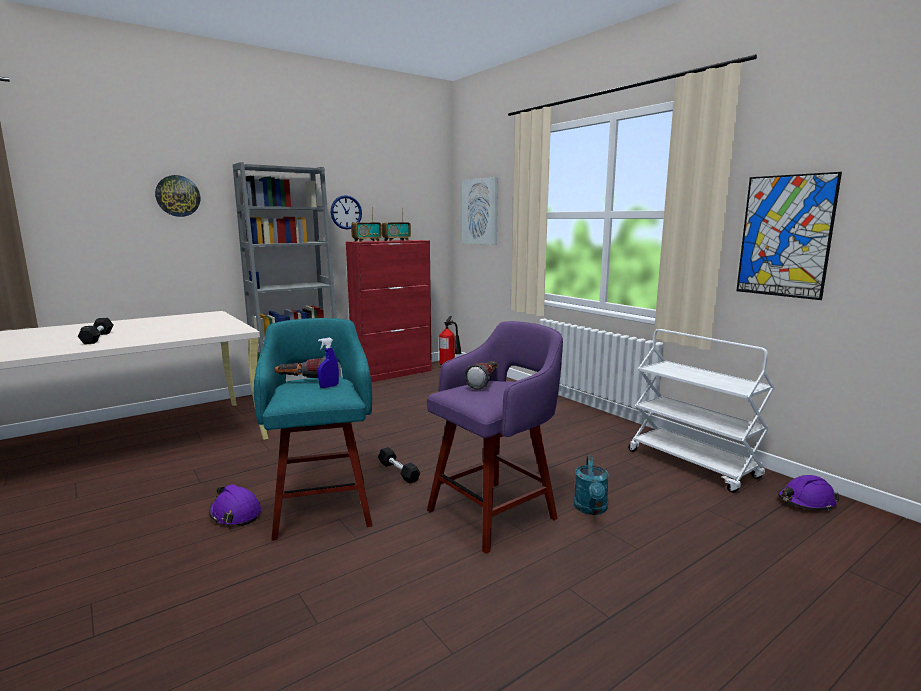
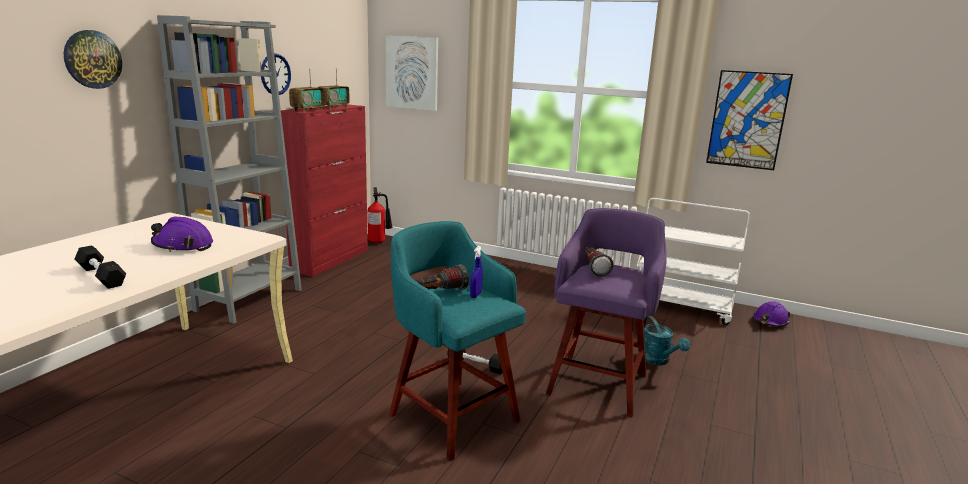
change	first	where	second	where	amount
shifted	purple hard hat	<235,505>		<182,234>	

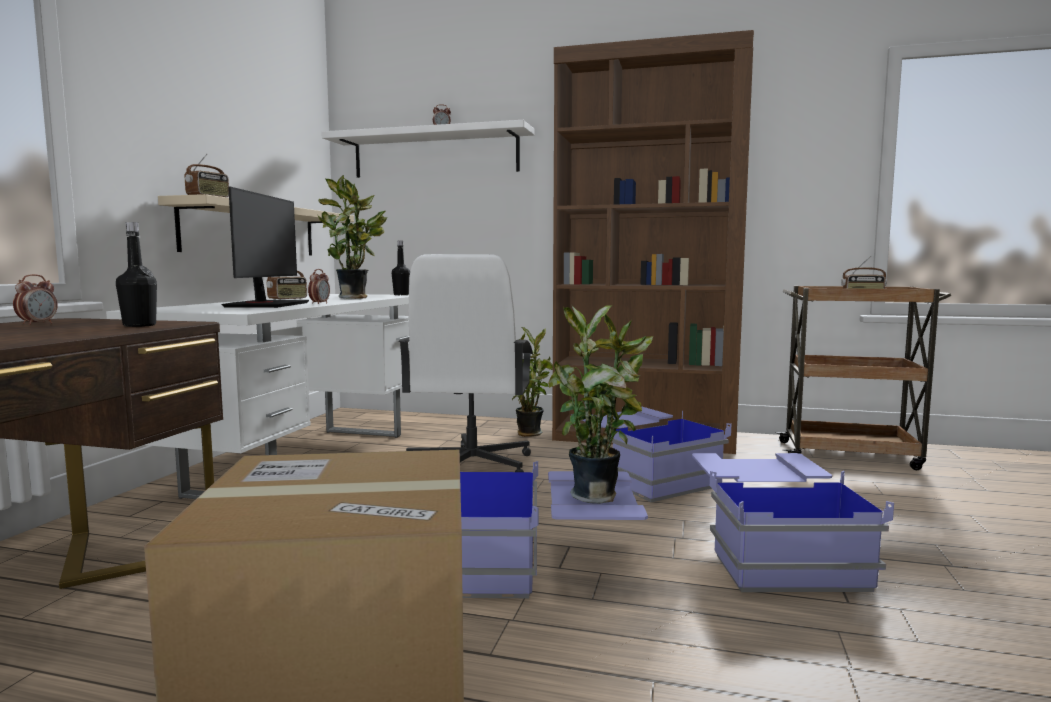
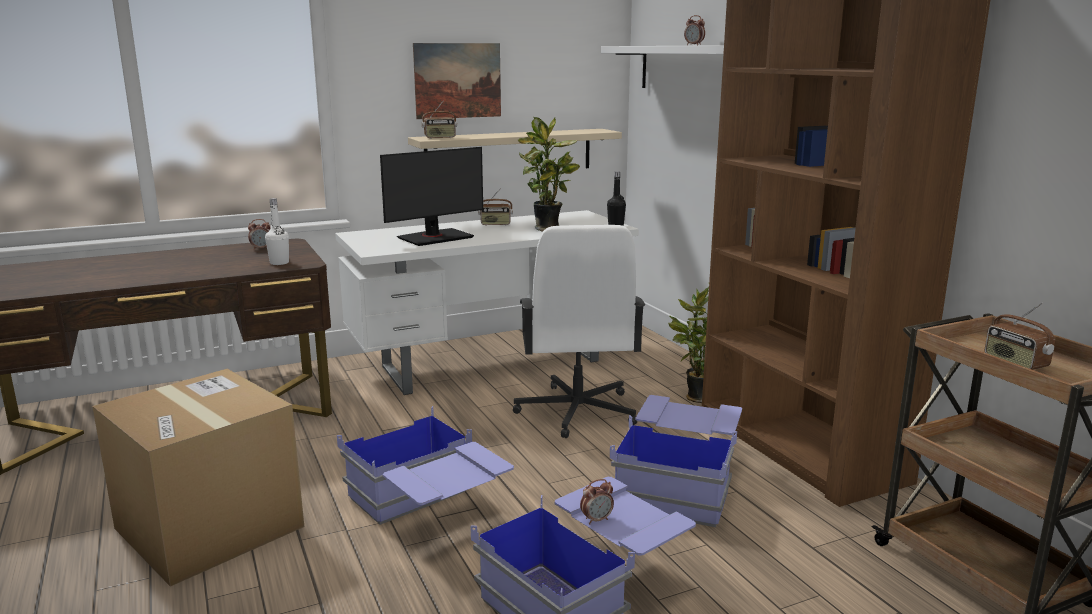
change	first	where	second	where	amount
repainted	black bottle	<136,274>	white bottle	<277,231>	
rotated	white office chair	<465,363>		<579,331>	60 degrees counterclockwise
shifted	alarm clock	<319,286>		<597,501>	
gone	potted plant	<600,404>			
new			picture	<457,81>	

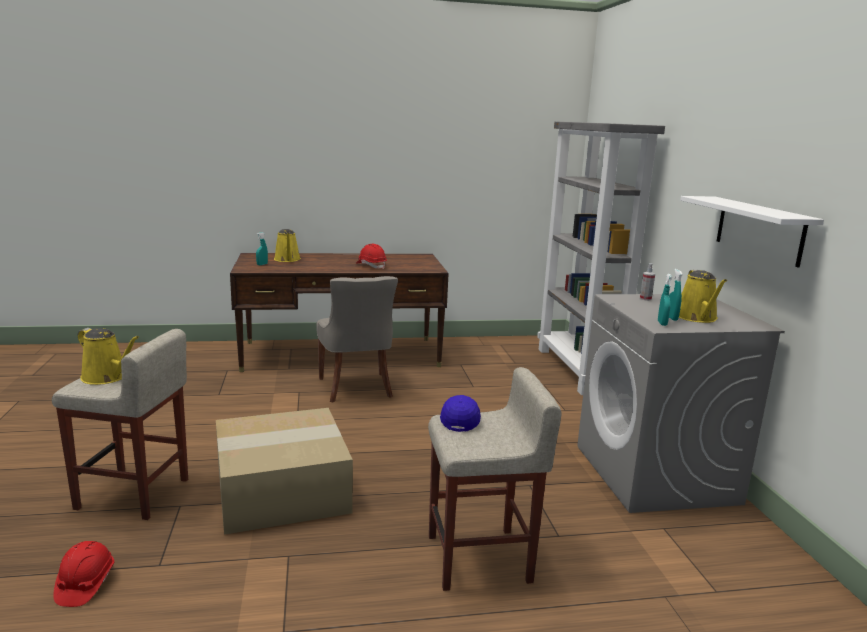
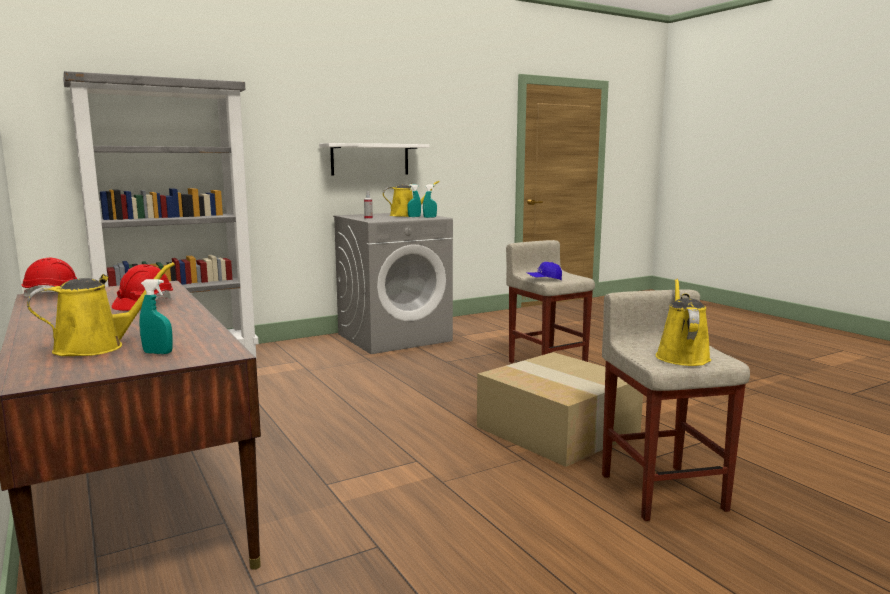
change	first	where	second	where	amount
gone	grey chair	<357,339>			
shifted	red hard hat	<84,574>		<49,277>	

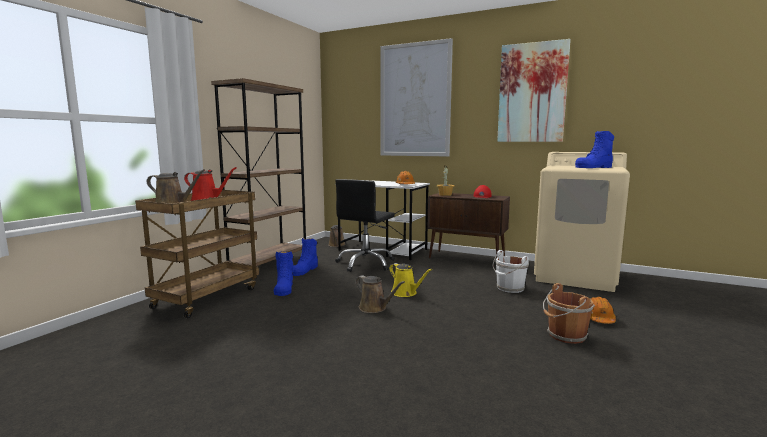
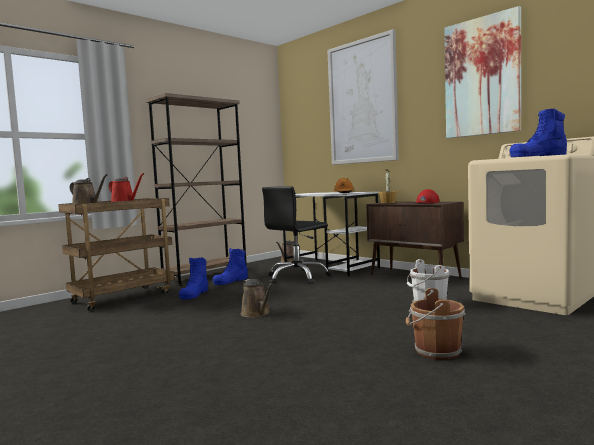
change	first	where	second	where	amount
gone	yellow watering can	<410,280>			
gone	orange hard hat	<603,310>			

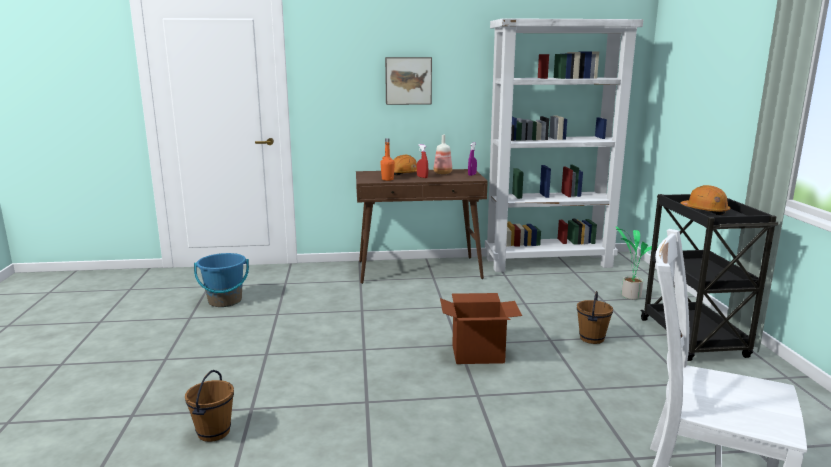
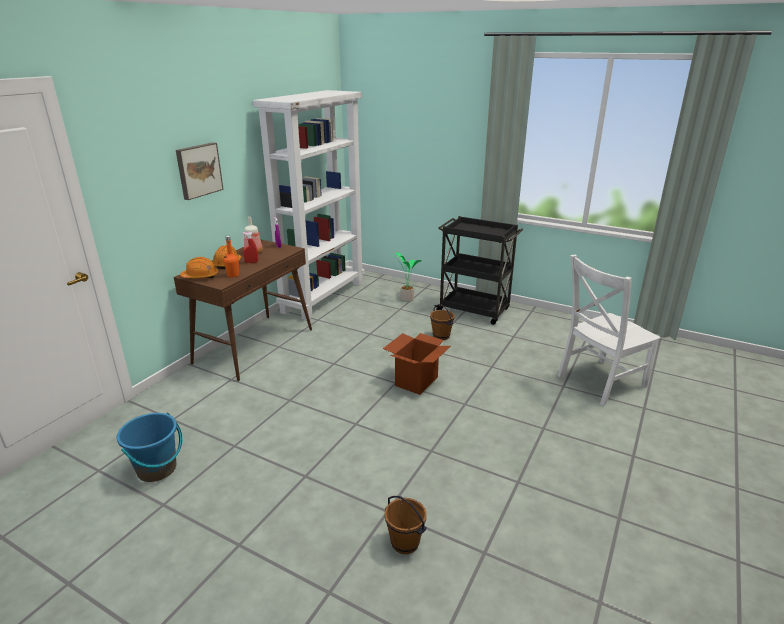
change	first	where	second	where	amount
shifted	orange hard hat	<705,200>		<199,267>	

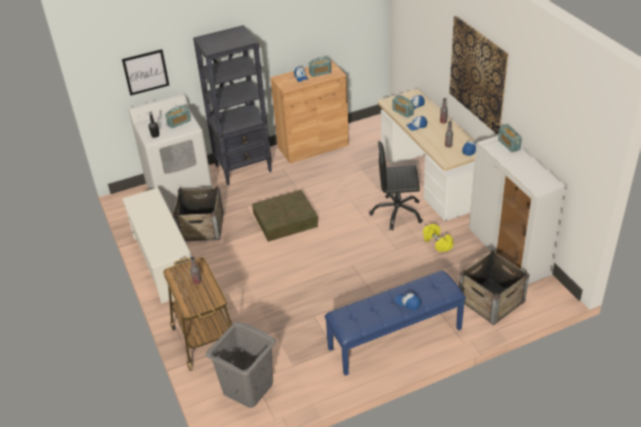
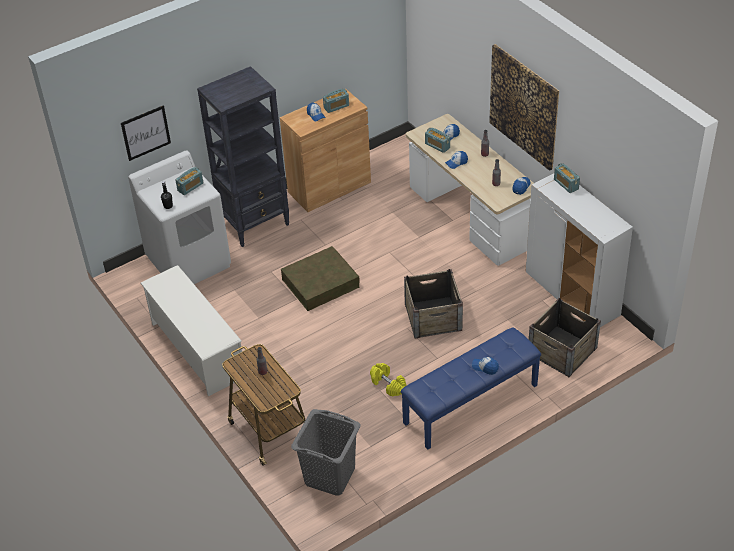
change	first	where	second	where	amount
gone	black office chair	<396,186>			
shifted	crate	<198,213>		<433,303>	
shifted	yellow dumbbell	<438,238>		<388,380>	

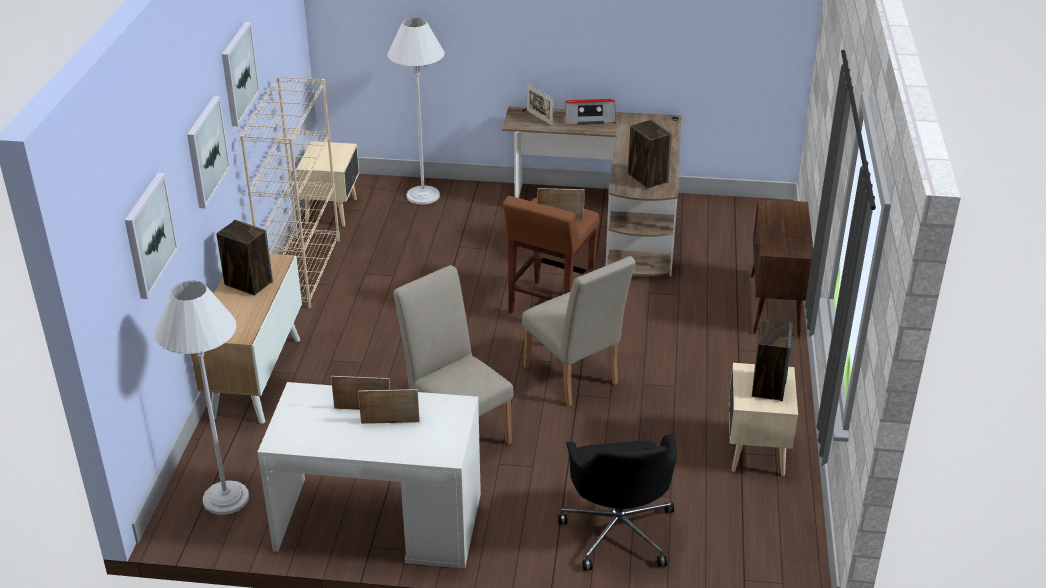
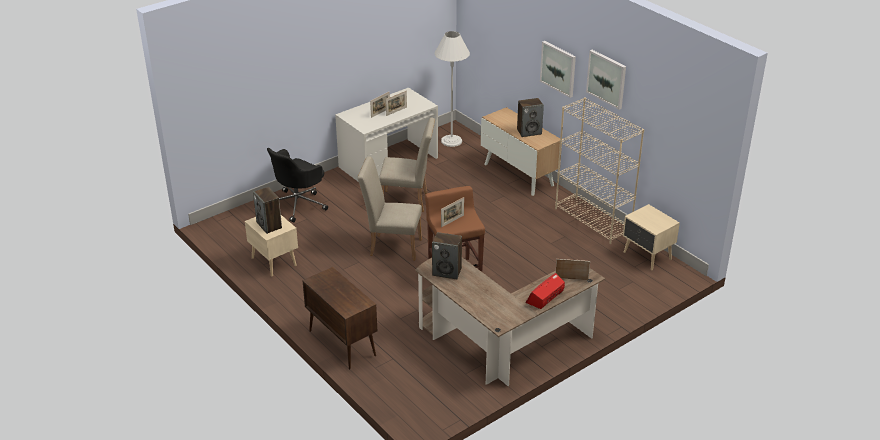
change	first	where	second	where	amount
gone	white floor lamp	<416,111>			
gone	picture	<151,236>			
rotated	black office chair	<617,502>		<297,185>	90 degrees counterclockwise

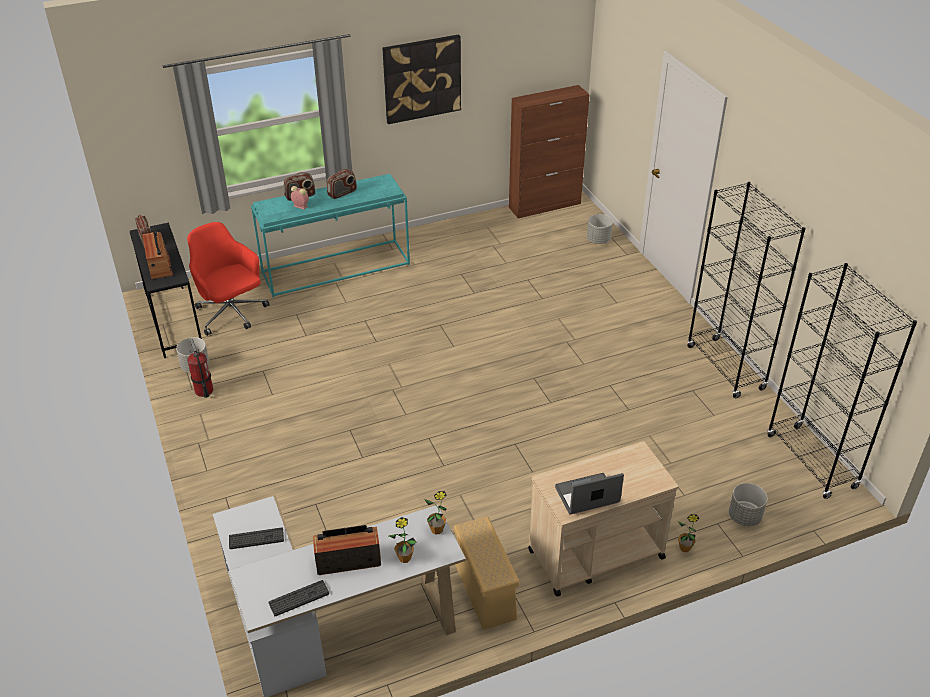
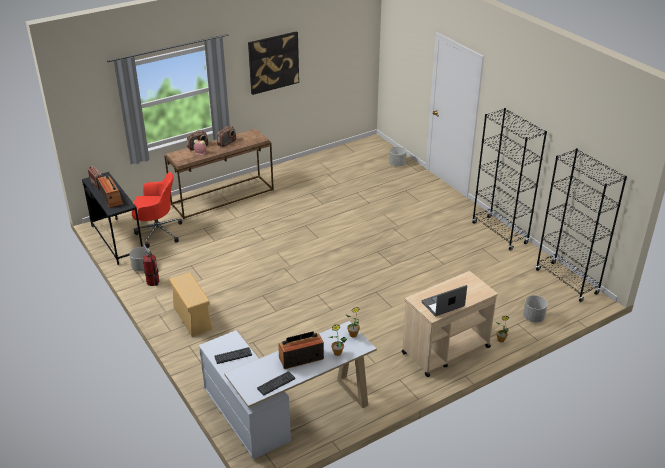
change	first	where	second	where	amount
gone	brown cabinet	<549,151>			
repainted	turquoise console table	<330,235>	brown console table	<219,174>	
rotated	red office chair	<228,279>		<157,210>	135 degrees clockwise
shifted	beige storage box	<486,573>		<190,304>	

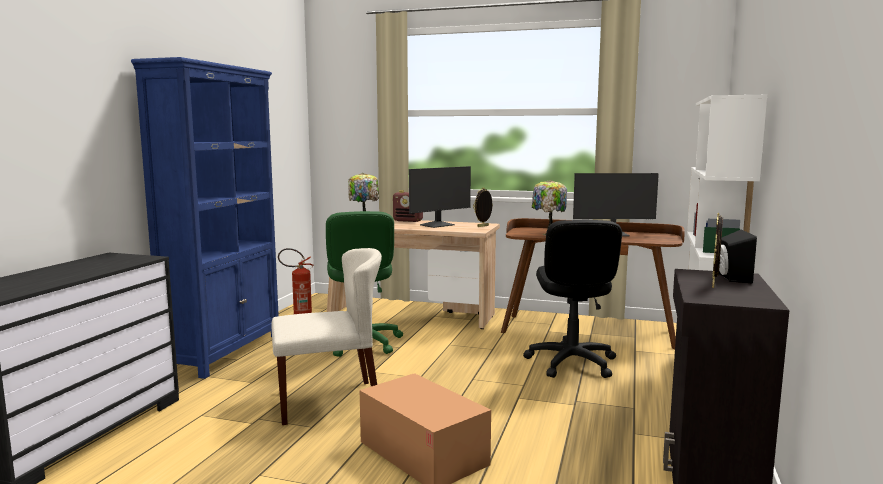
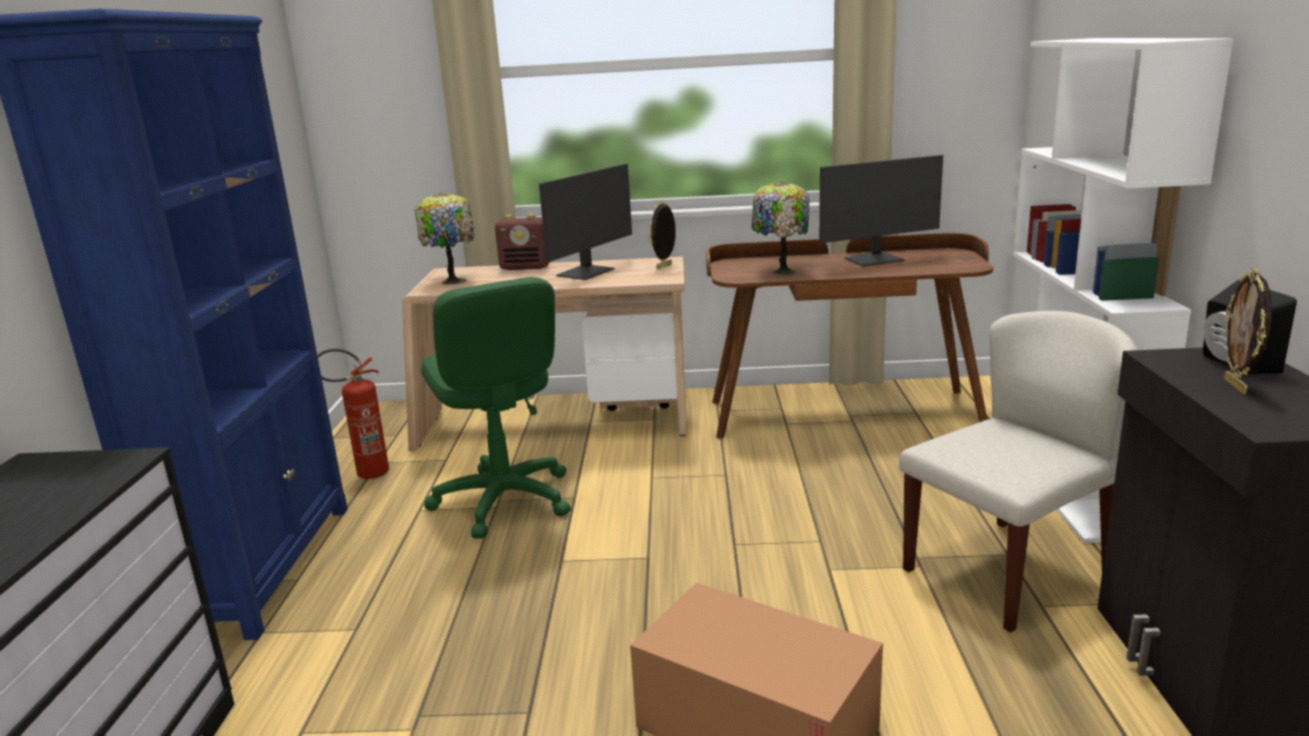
change	first	where	second	where	amount
gone	black office chair	<572,299>			
shifted	beige chair	<326,336>		<1018,472>	

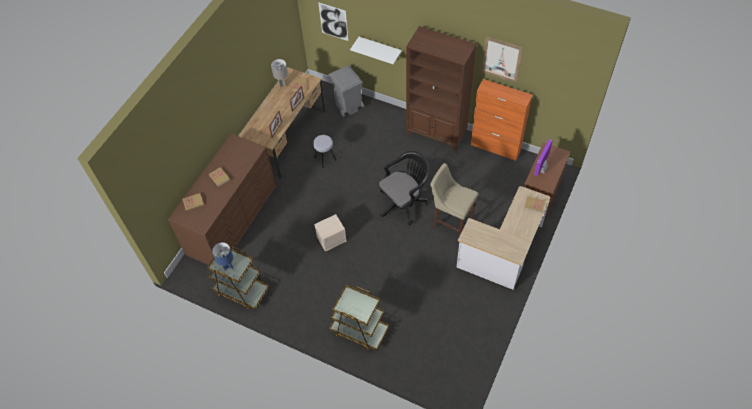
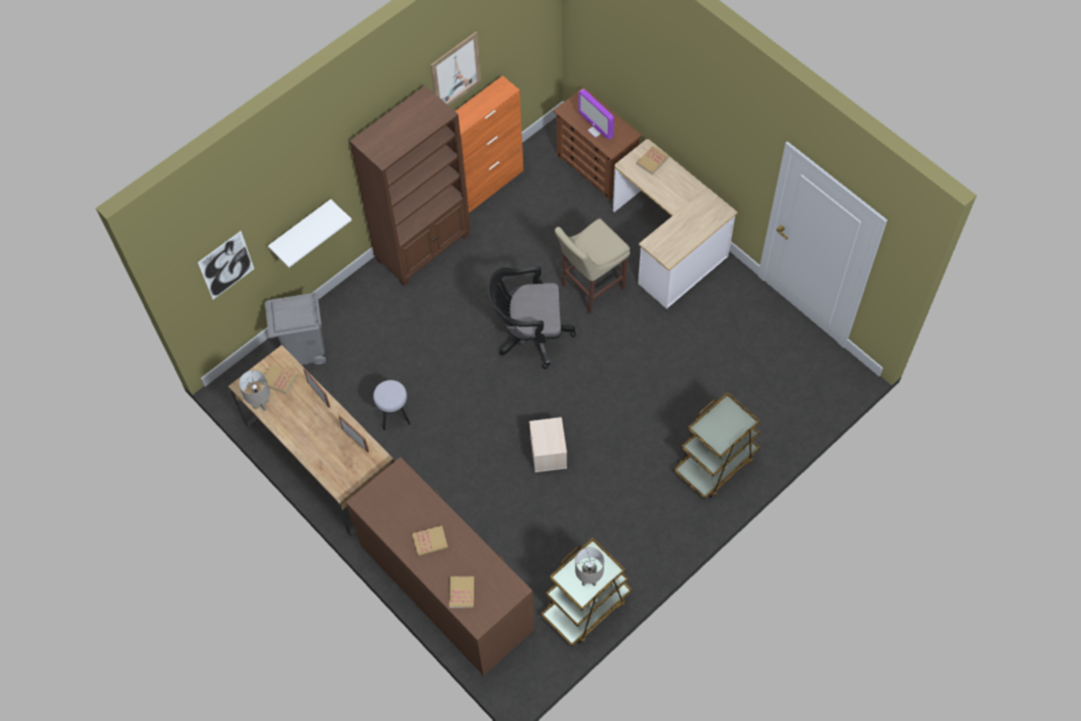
change	first	where	second	where	amount
rotated	black office chair	<403,188>		<532,318>	75 degrees counterclockwise
repainted	blue table lamp	<222,256>	grey table lamp	<589,566>	

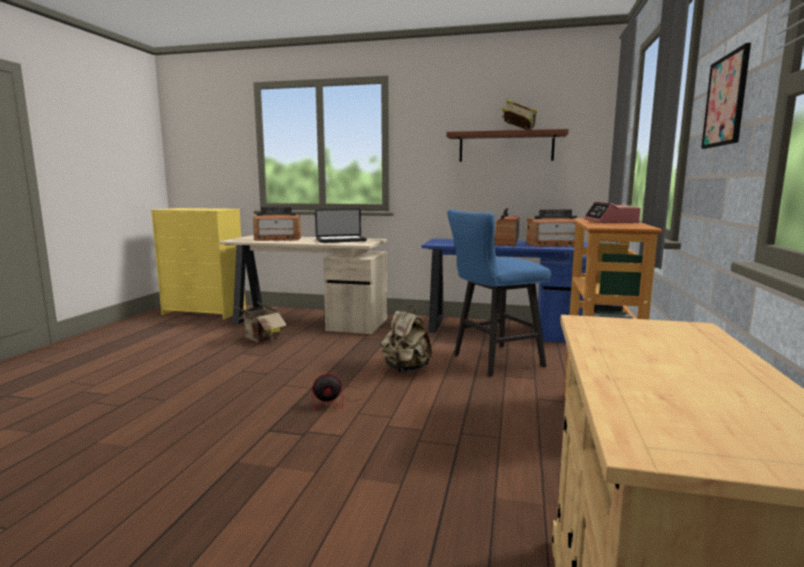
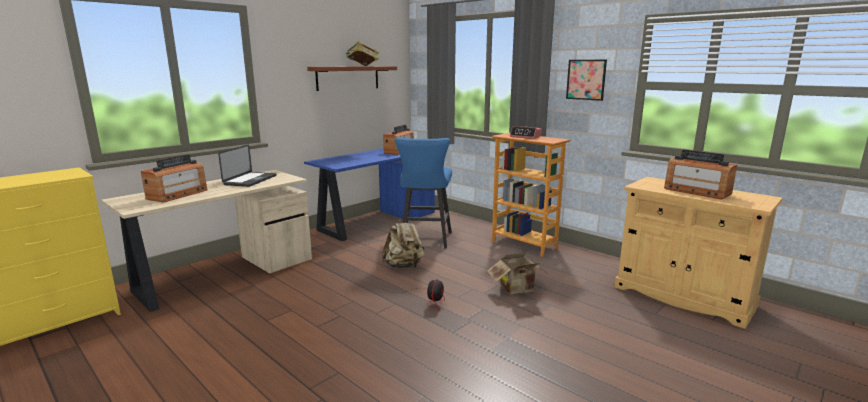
change	first	where	second	where	amount
shifted	radio	<507,227>		<700,175>	
shifted	cardboard box	<260,322>		<518,273>	

